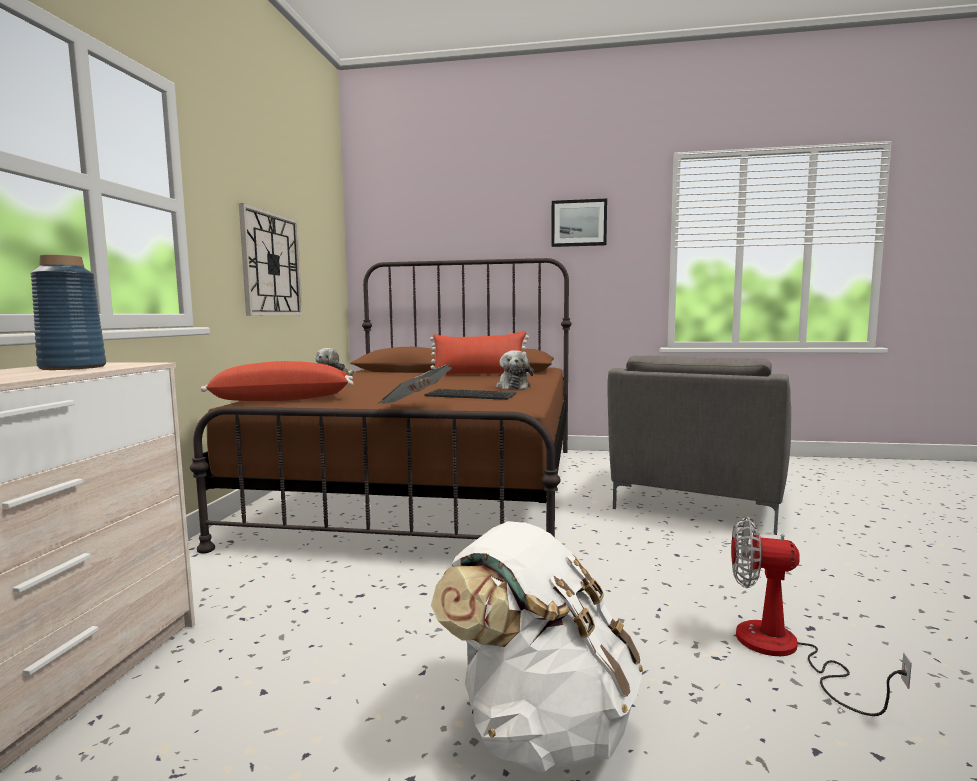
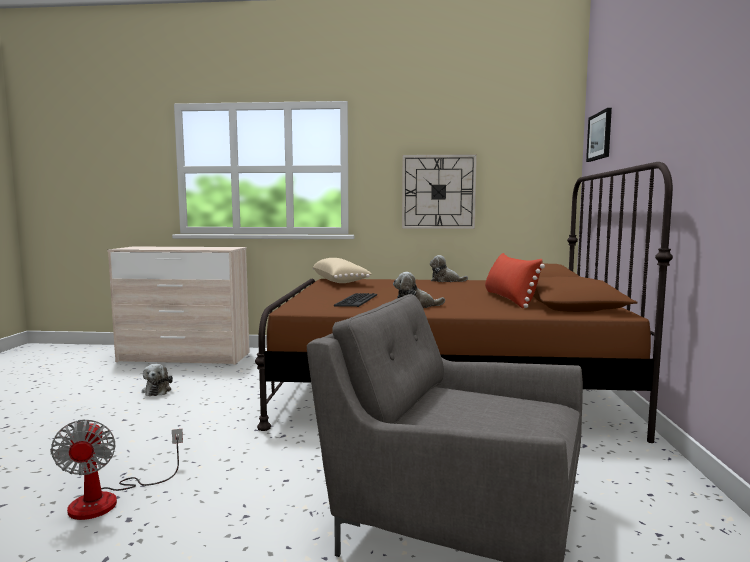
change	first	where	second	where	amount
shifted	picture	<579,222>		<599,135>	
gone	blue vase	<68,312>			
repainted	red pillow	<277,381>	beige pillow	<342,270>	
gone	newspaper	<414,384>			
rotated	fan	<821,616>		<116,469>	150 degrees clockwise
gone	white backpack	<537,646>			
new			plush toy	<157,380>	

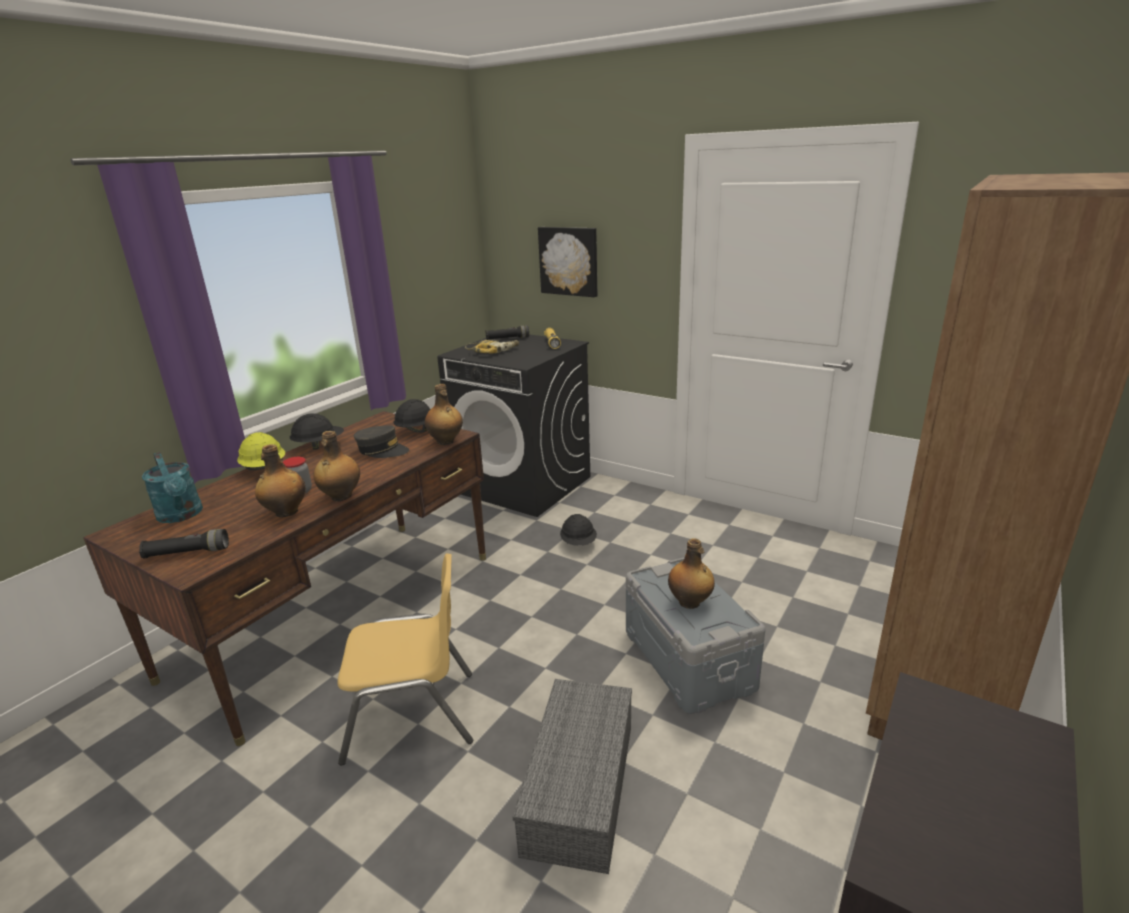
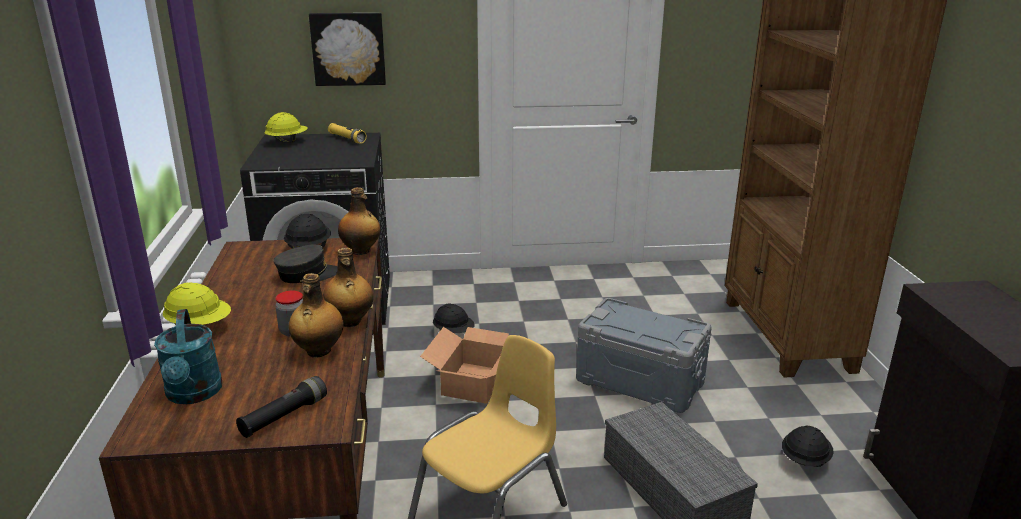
change	first	where	second	where	amount
swapped	black flashlight	<507,332>	yellow hard hat	<286,127>	
gone	power drill	<492,347>			
shifted	black hard hat	<317,431>		<808,446>	
rotated	turquoise watering can	<172,487>		<188,356>	60 degrees clockwise
gone	bottle	<691,573>			
new			cardboard box	<464,365>	

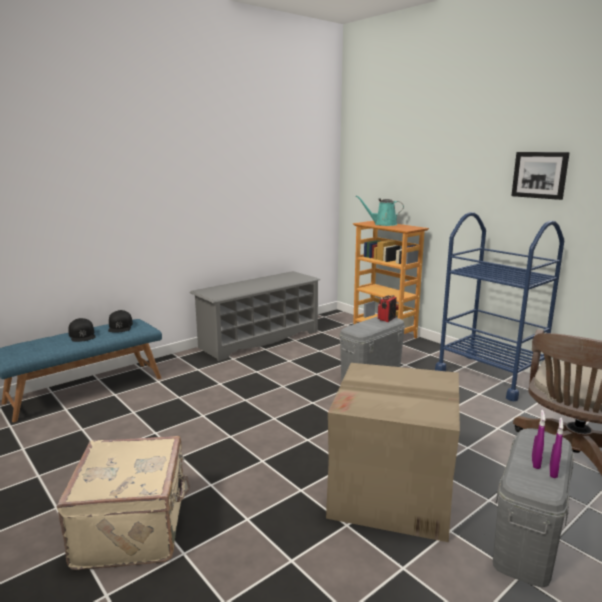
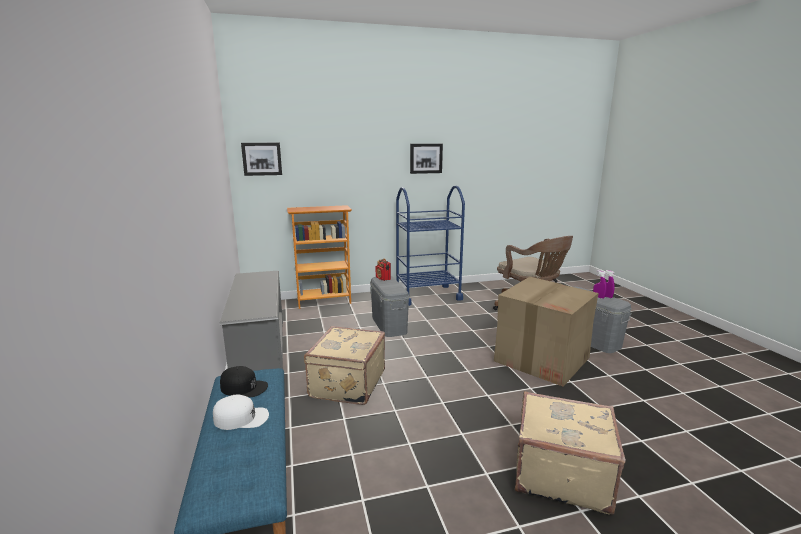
change	first	where	second	where	amount
gone	turquoise watering can	<380,210>			
repainted	black cap	<82,330>	white cap	<241,412>	
new			picture	<261,159>	
new			beige suitcase	<344,365>	

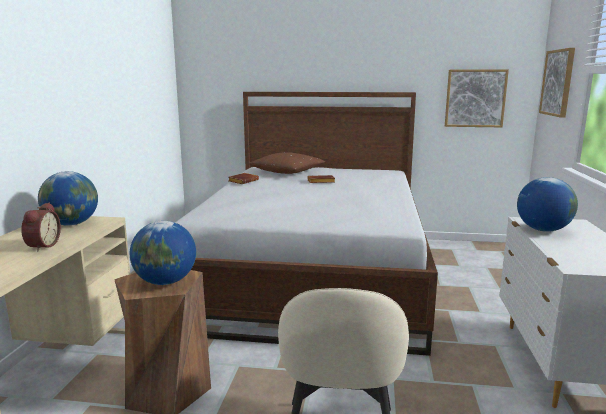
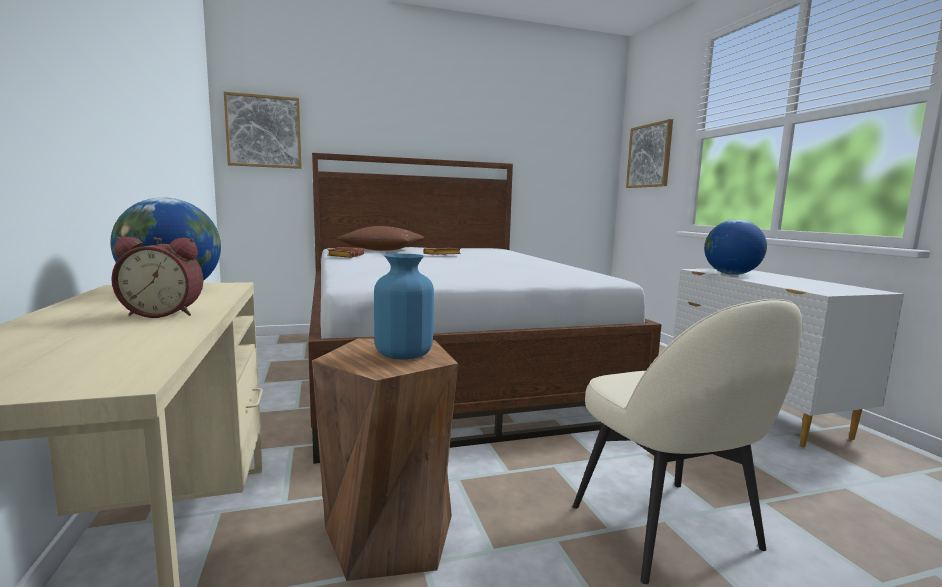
change	first	where	second	where	amount
shifted	picture	<477,98>		<263,130>	
rotated	alarm clock	<41,227>		<157,277>	105 degrees clockwise
swapped	globe	<163,253>	blue vase	<404,307>	

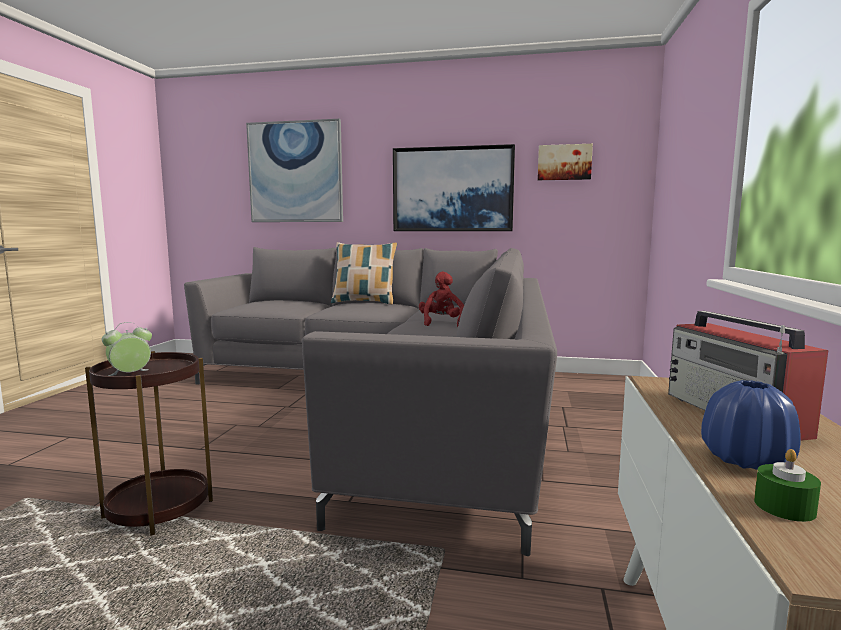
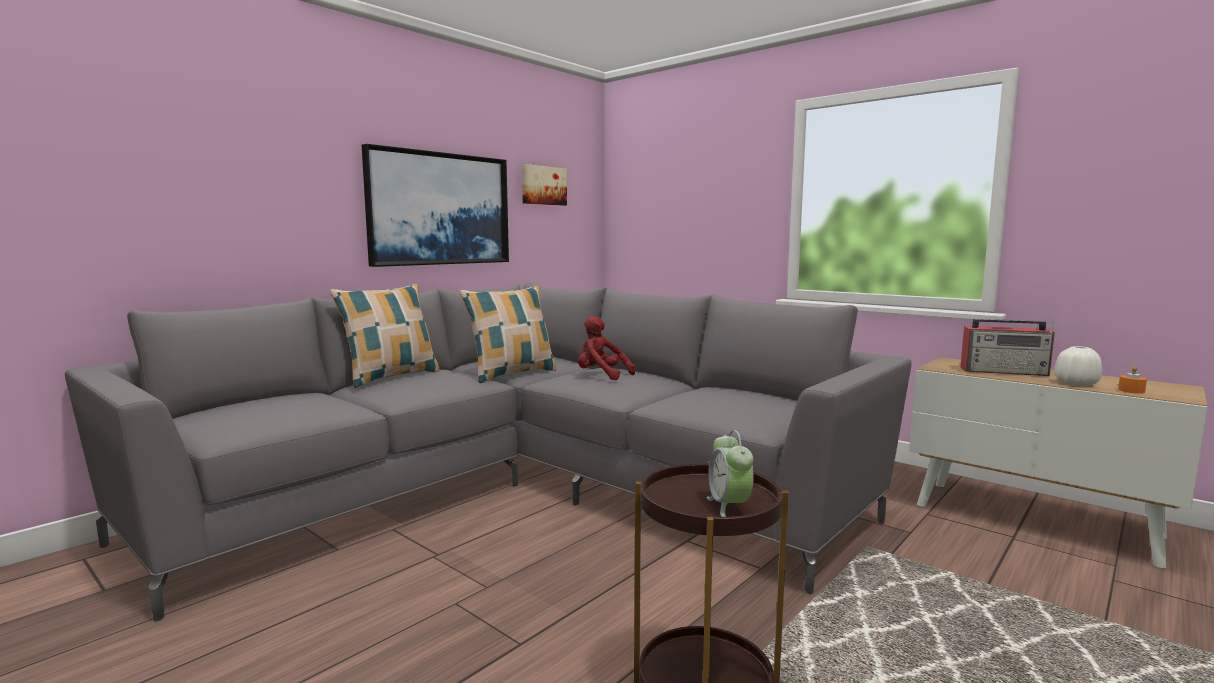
change	first	where	second	where	amount
gone	picture	<294,170>			
repainted	blue vase	<751,425>	white vase	<1078,366>	
repainted	green candle	<787,485>	orange candle	<1132,380>	
new			pillow	<508,334>	

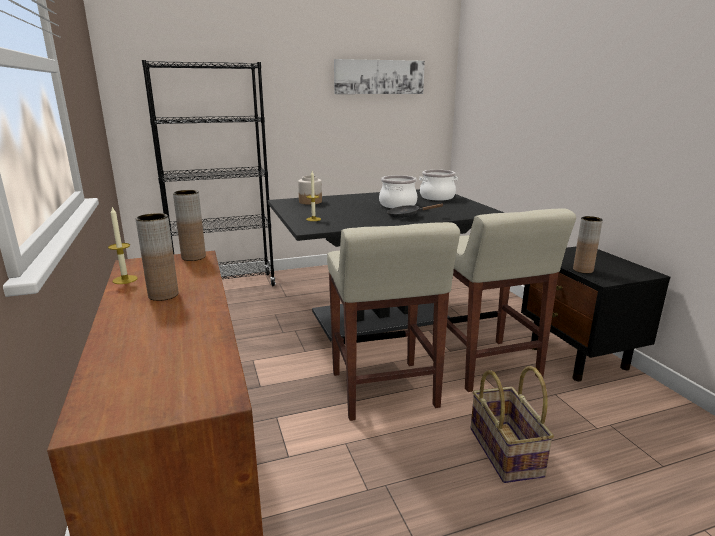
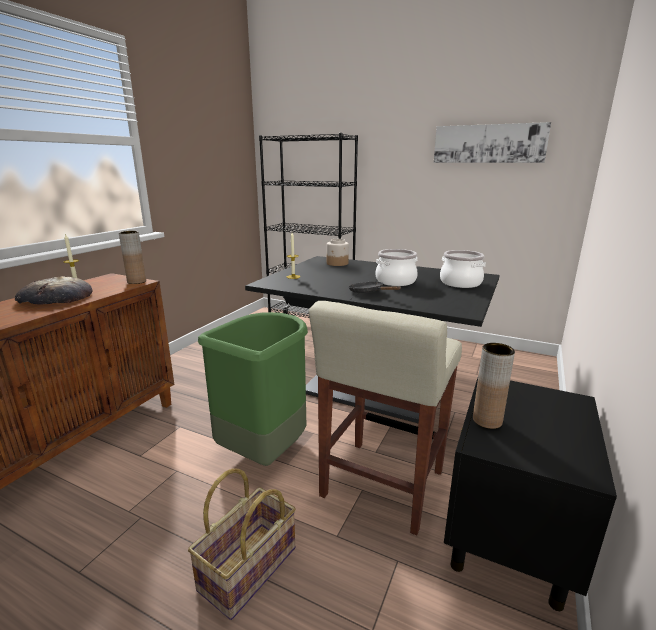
change	first	where	second	where	amount
swapped	brown vase	<157,257>	bread	<54,290>	
swapped	beige stool	<393,321>	green trash can	<253,389>	

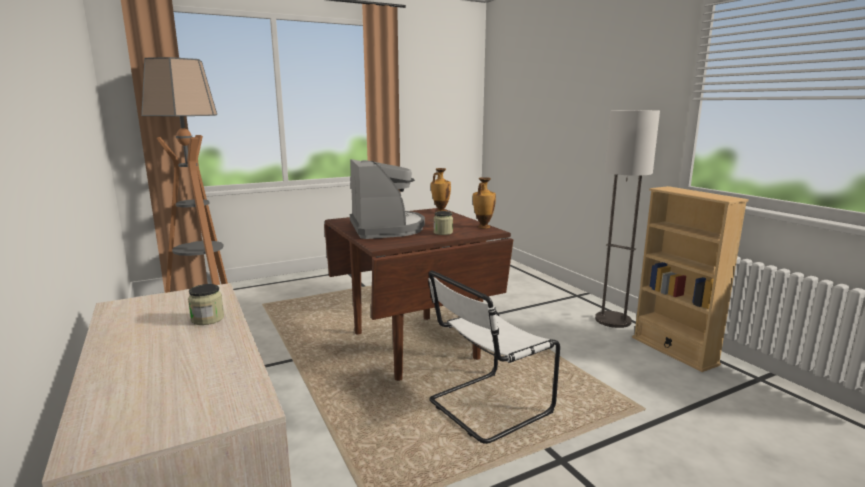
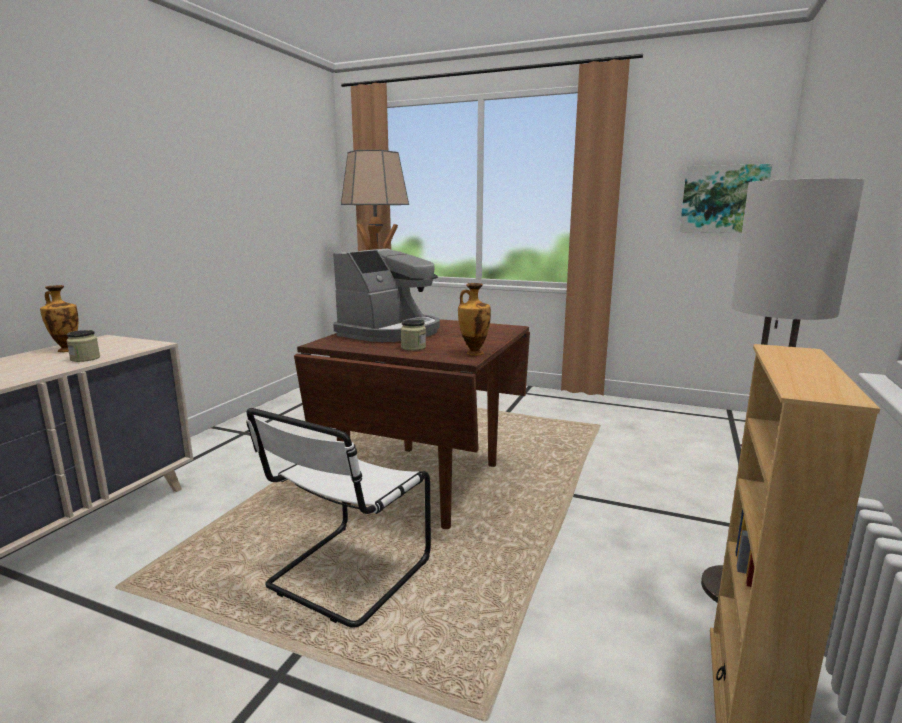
change	first	where	second	where	amount
shifted	vase	<441,190>		<59,318>	
rotated	white chair	<494,357>		<338,518>	75 degrees counterclockwise
new			picture	<726,198>	

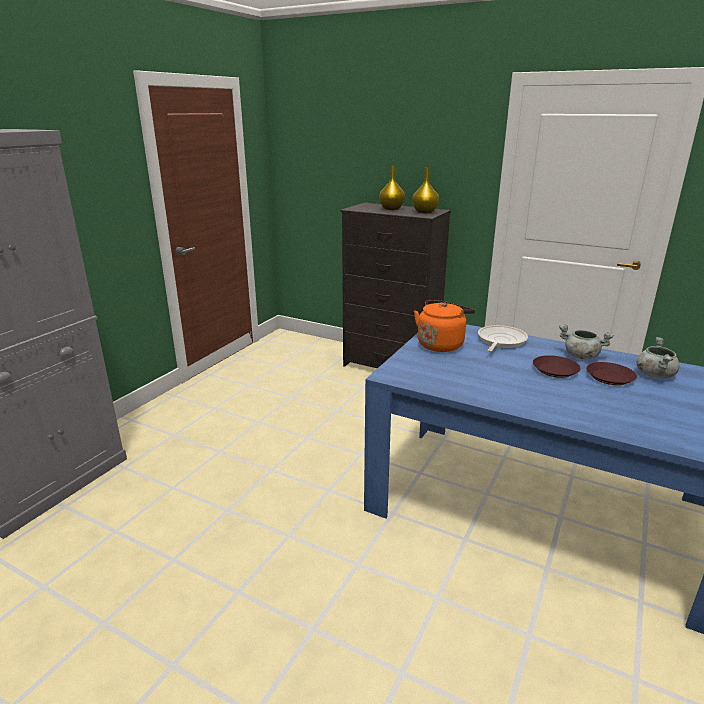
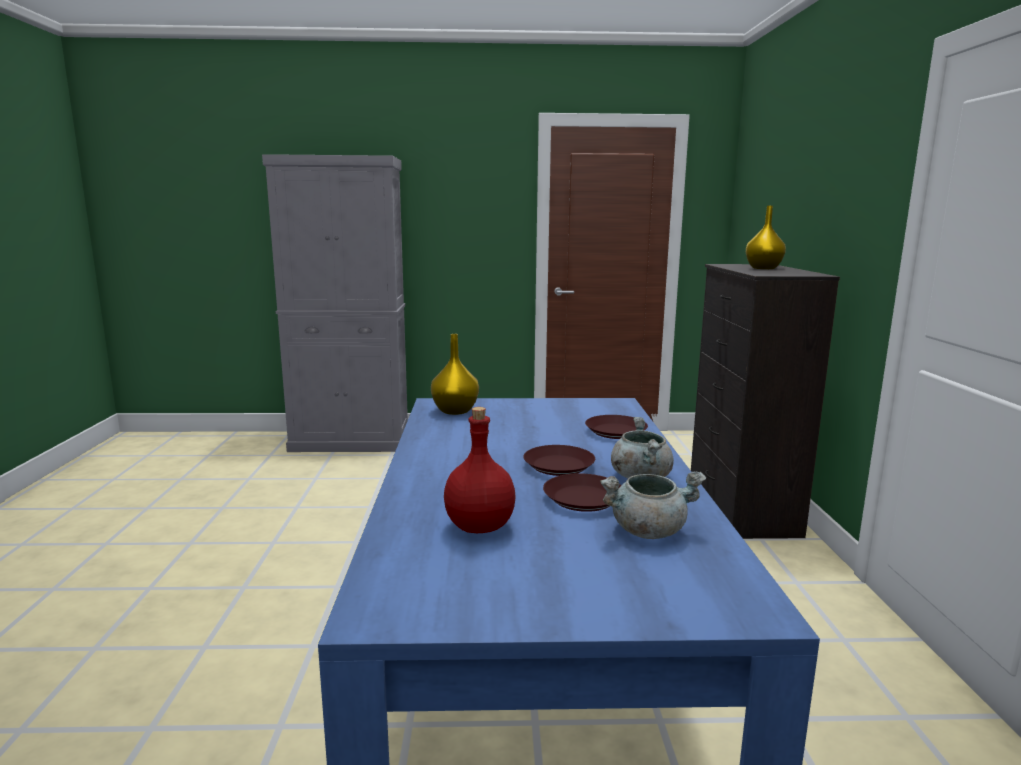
change	first	where	second	where	amount
shifted	yellow vase	<425,190>		<455,374>	
gone	orange kettle	<444,326>			
swapped	frying pan	<503,338>	brown plate	<616,427>	
new			red bottle	<480,470>	

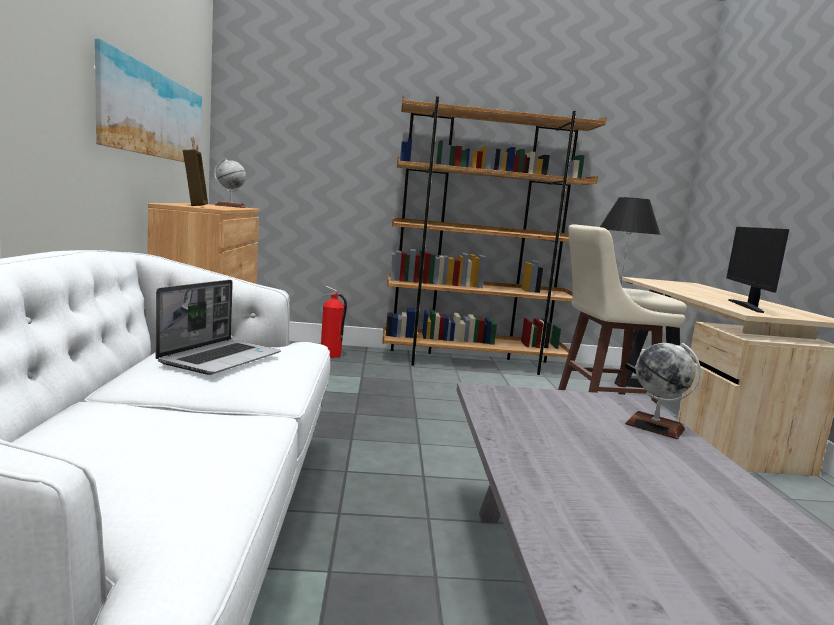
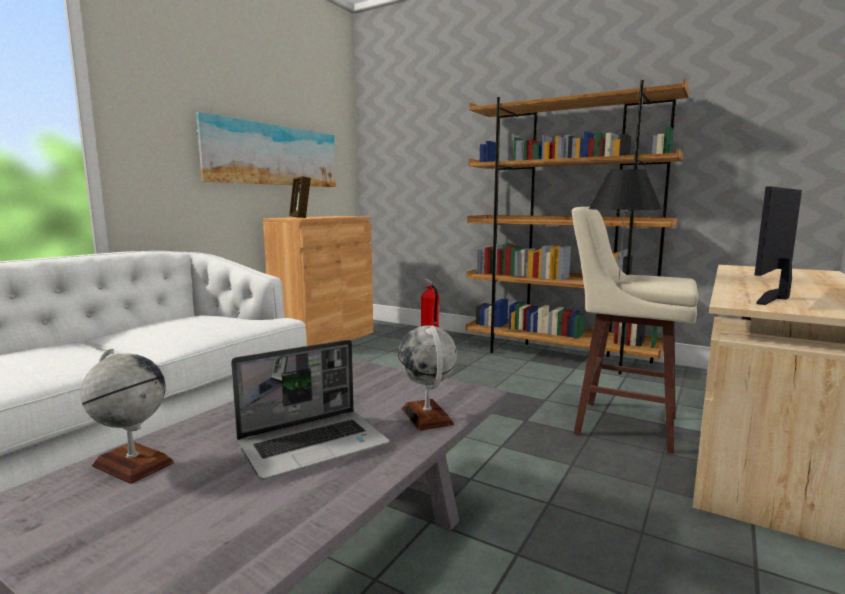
change	first	where	second	where	amount
rotated	picture frame	<195,177>		<300,197>	135 degrees clockwise
shifted	globe	<230,183>		<127,416>	
shifted	laptop	<218,327>		<310,410>	

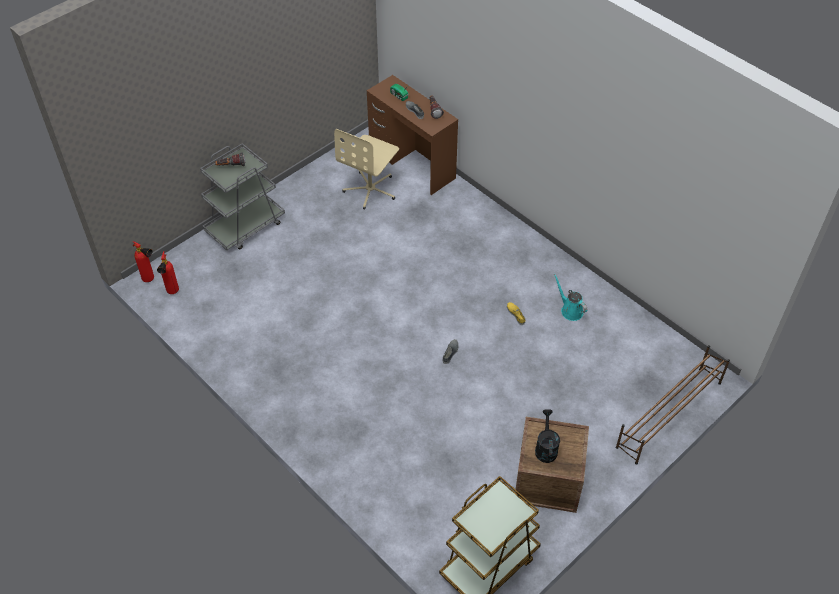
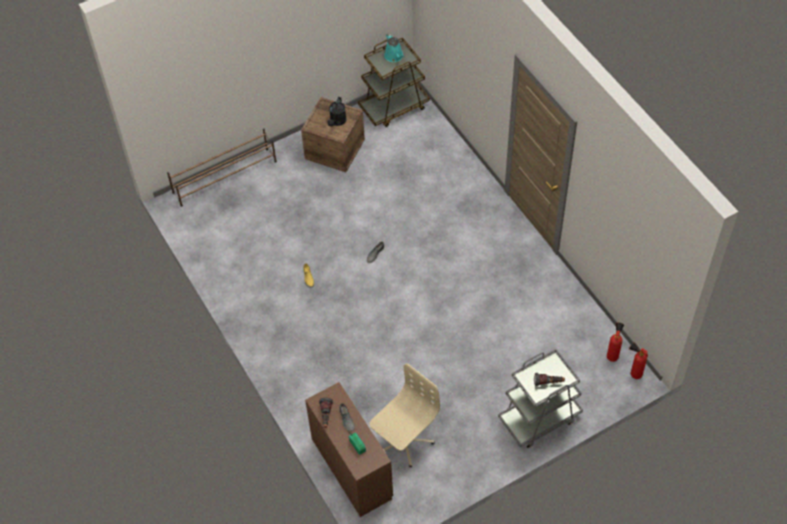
change	first	where	second	where	amount
shifted	turquoise watering can	<571,297>		<394,47>	

